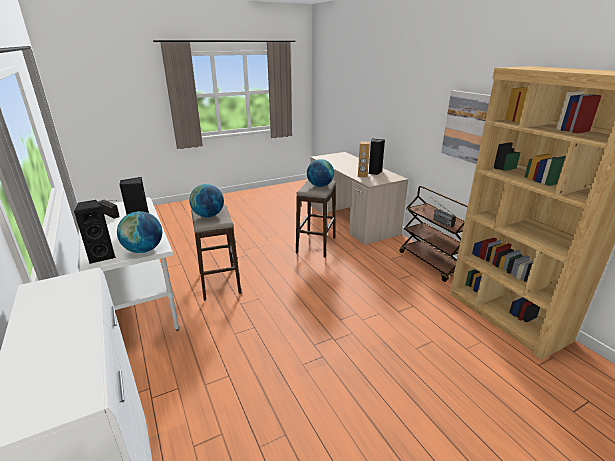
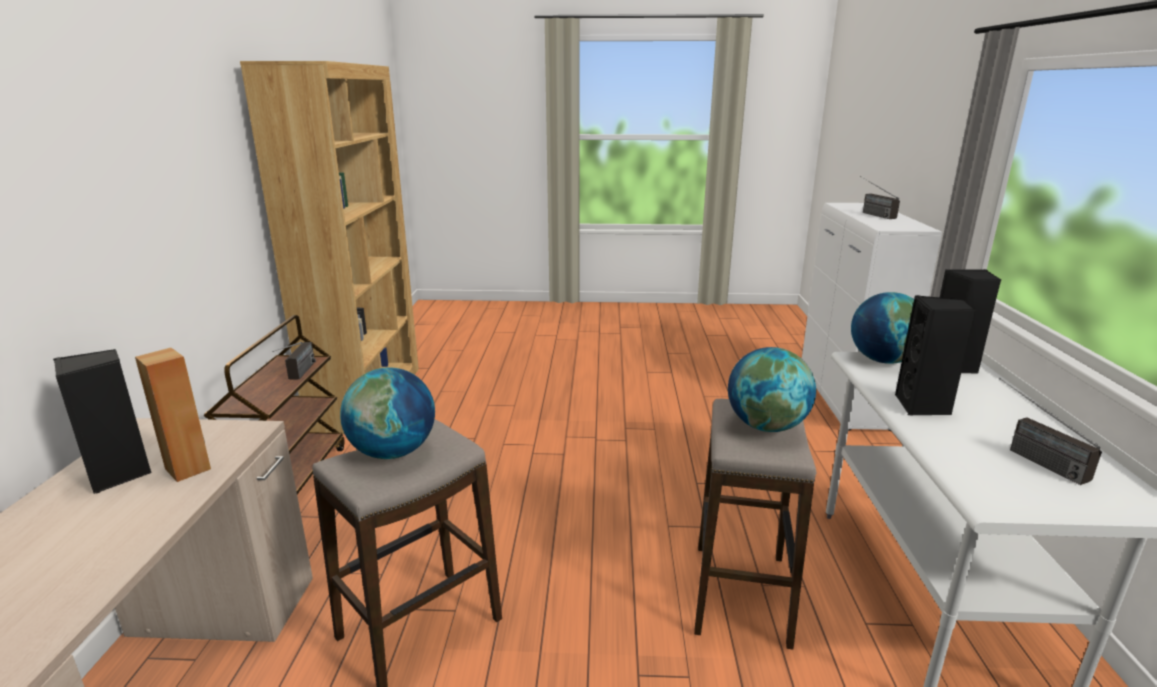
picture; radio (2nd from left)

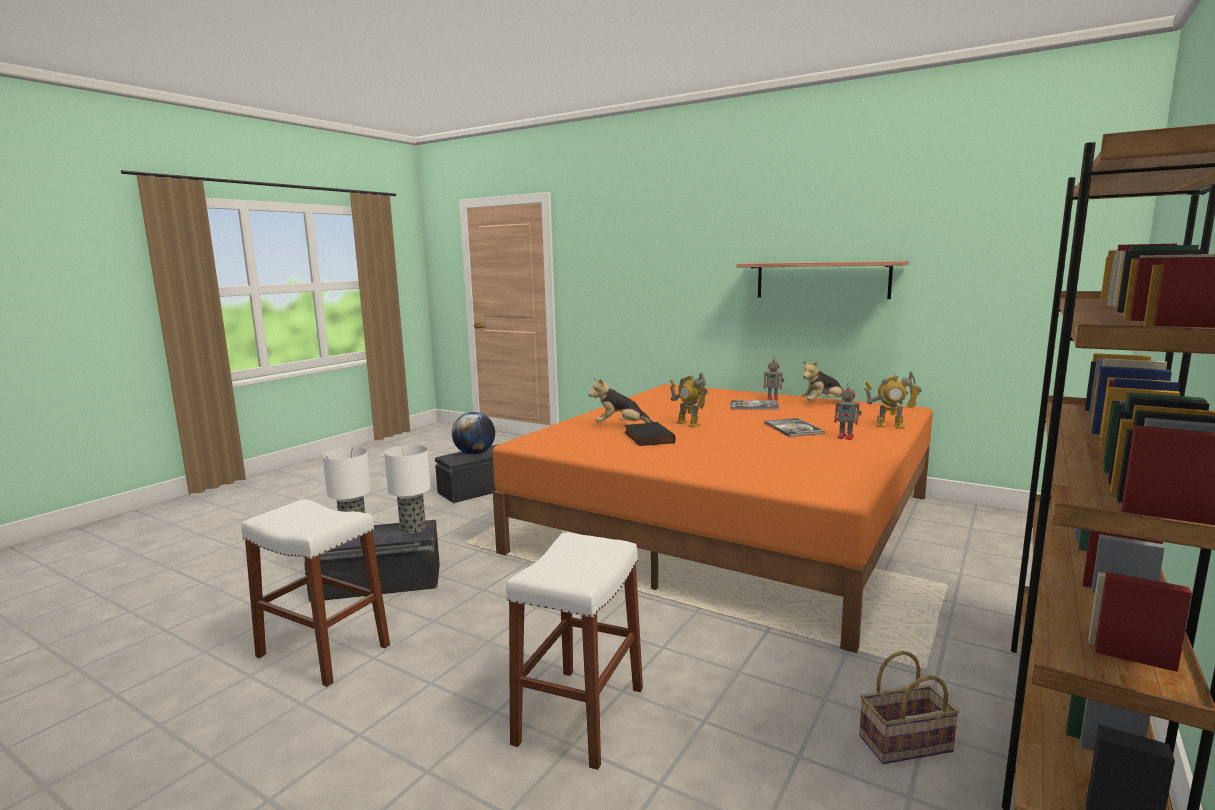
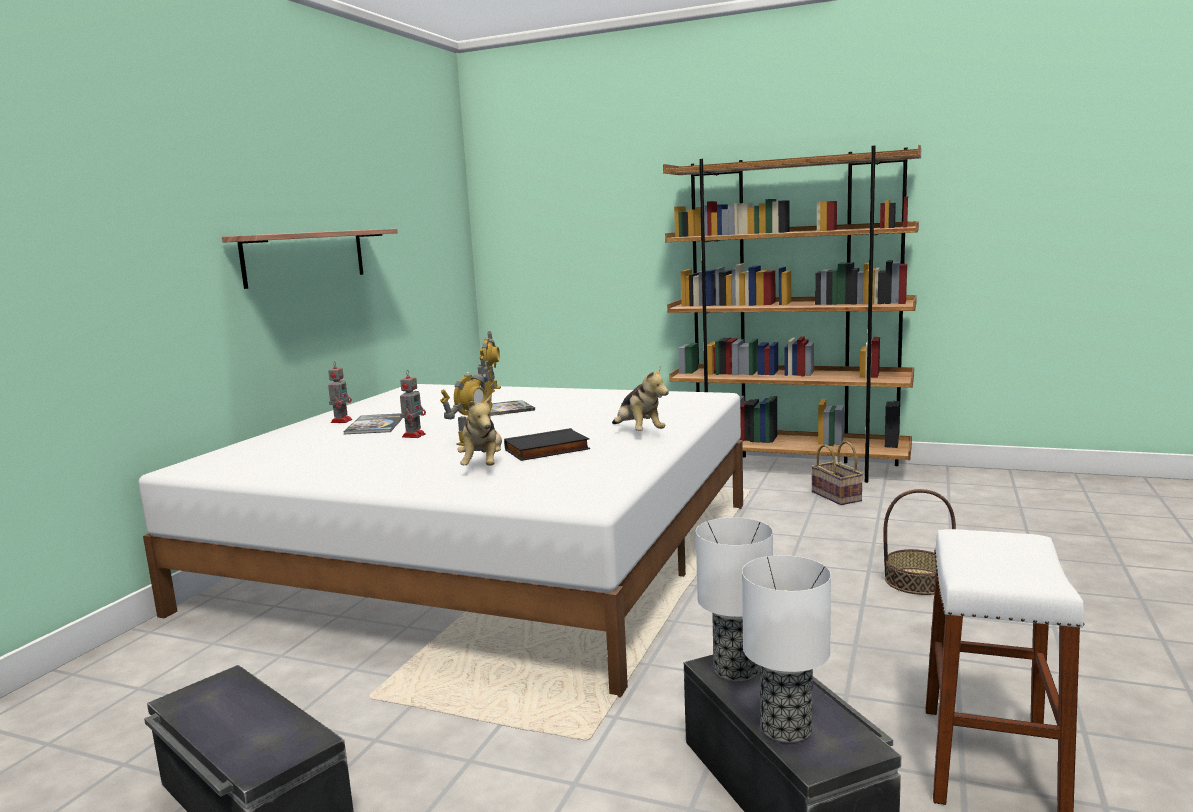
plush toy (2nd from left); toy robot (2nd from left); white sleeping bed; globe; basket (2nd from left)

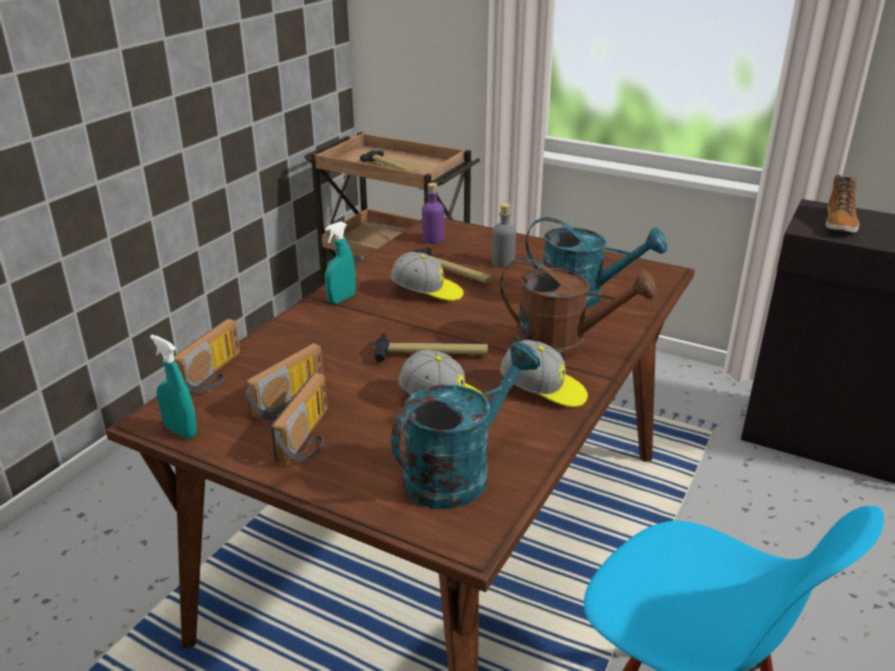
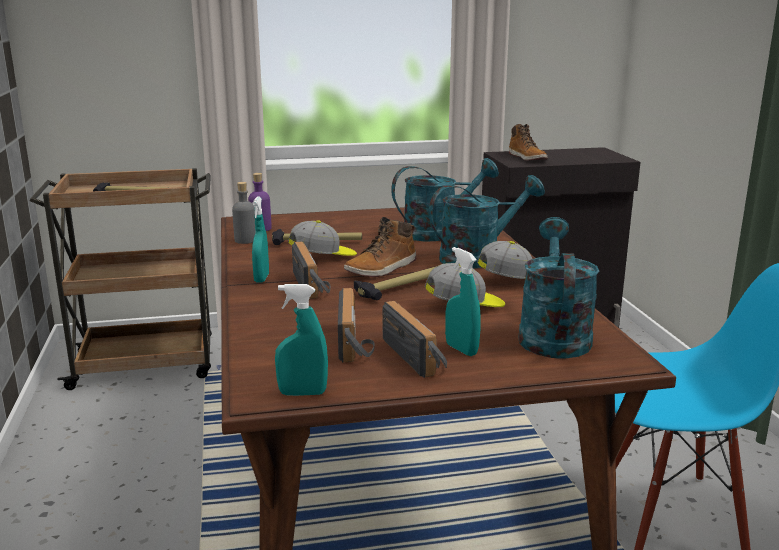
greyish bottle; turquoise-coloured watering can (2nd from left); radio (1st from left); boot (1st from left); turquoise-coloured hand sprayer (3rd from left)

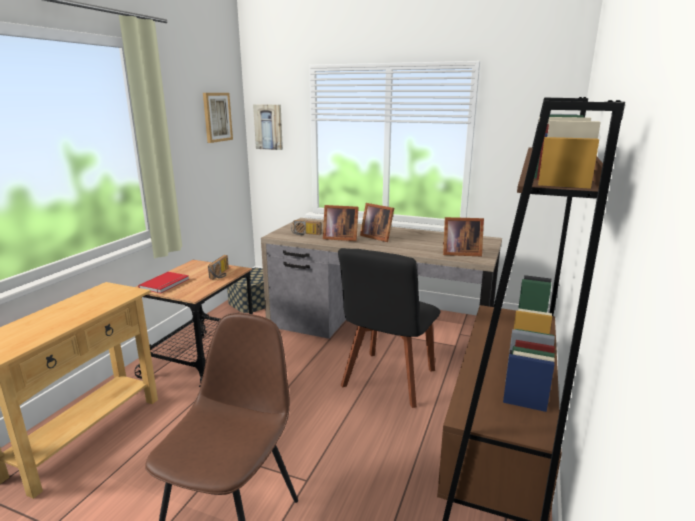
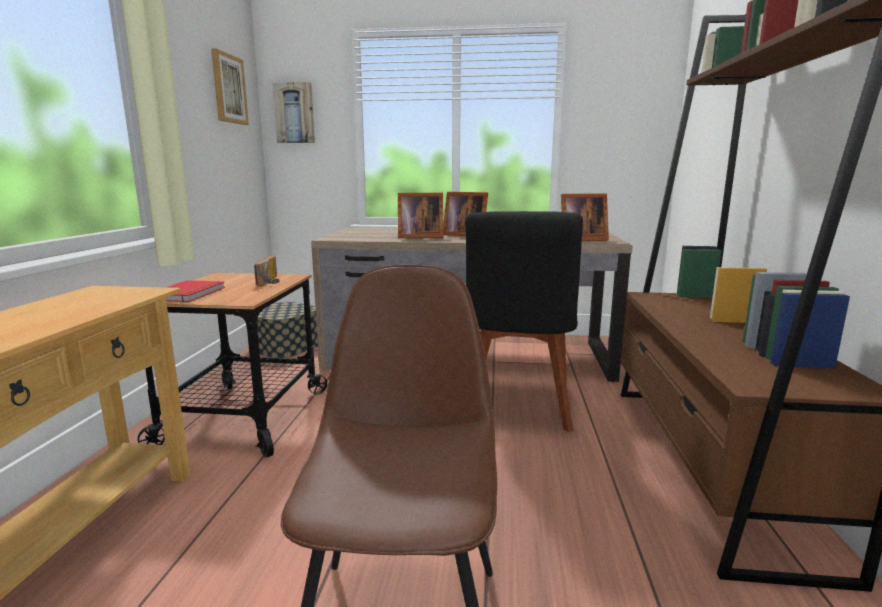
radio (2nd from left in the first image)

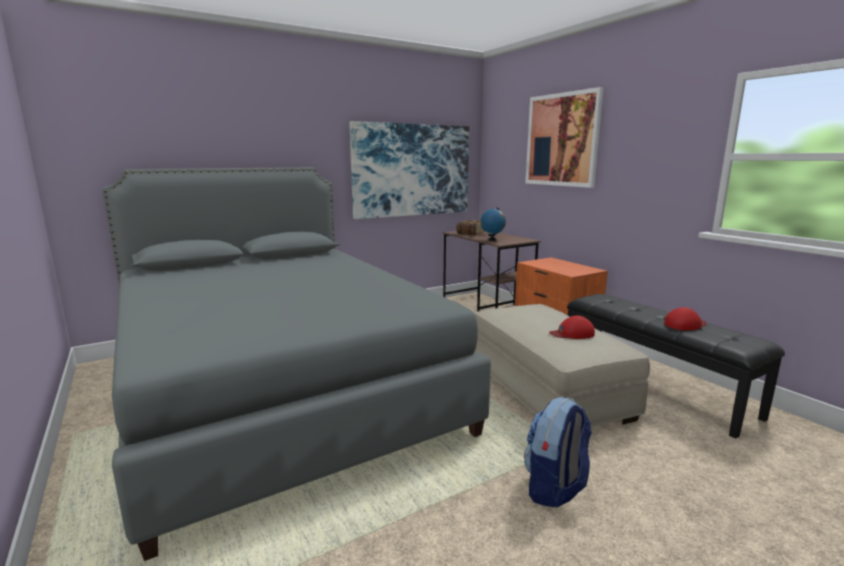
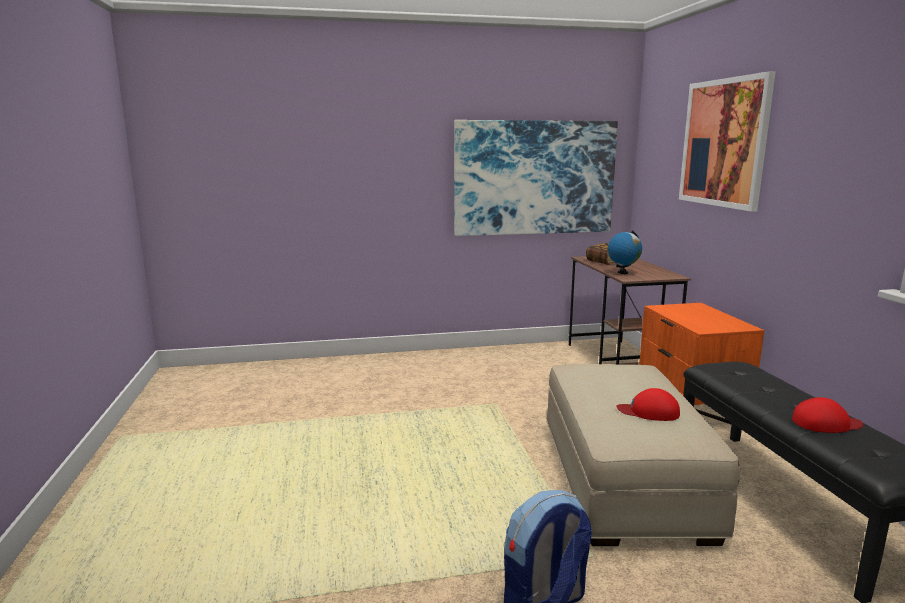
greyish sleeping bed

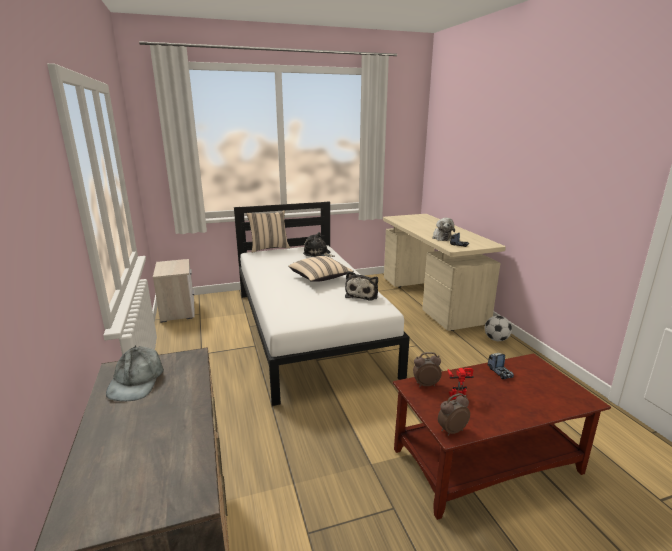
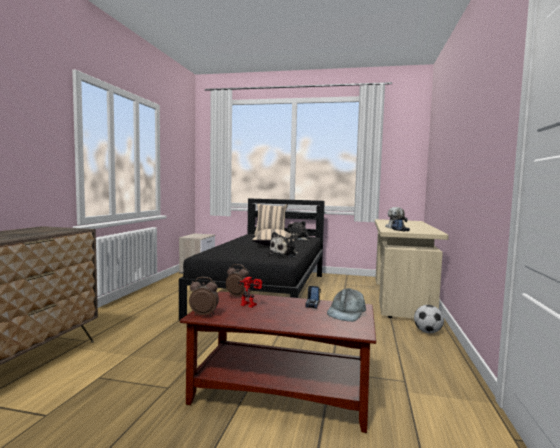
black sleeping bed; greyish baseball cap

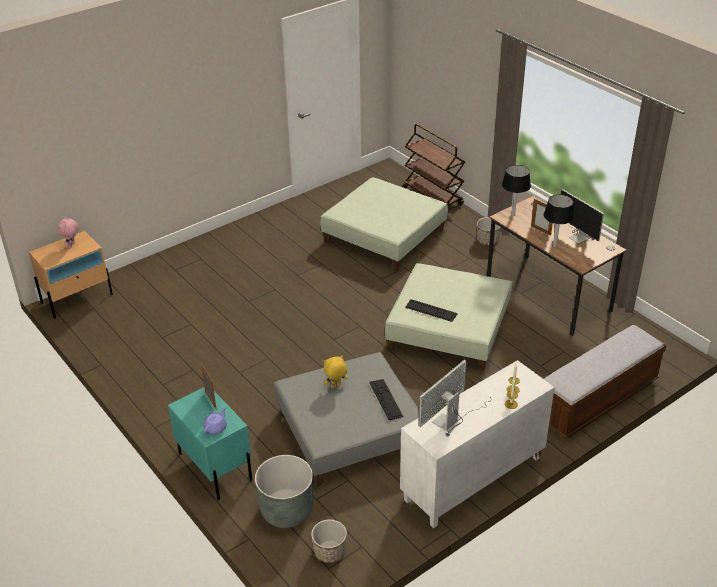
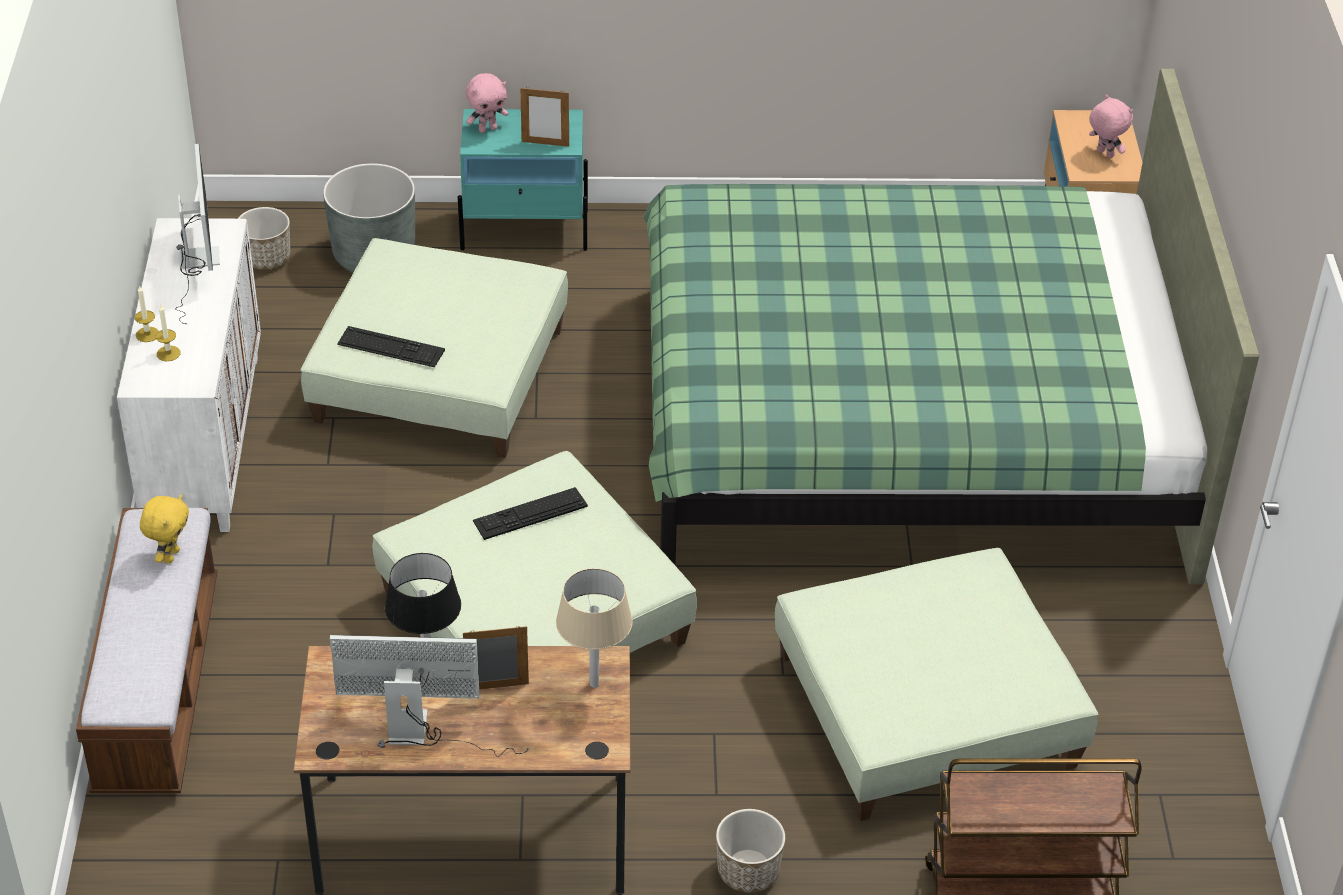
beige-coloured lamp for a table; green footrest (1st from left); yellowish plush toy; pink-coloured plush toy (1st from left); green sleeping bed

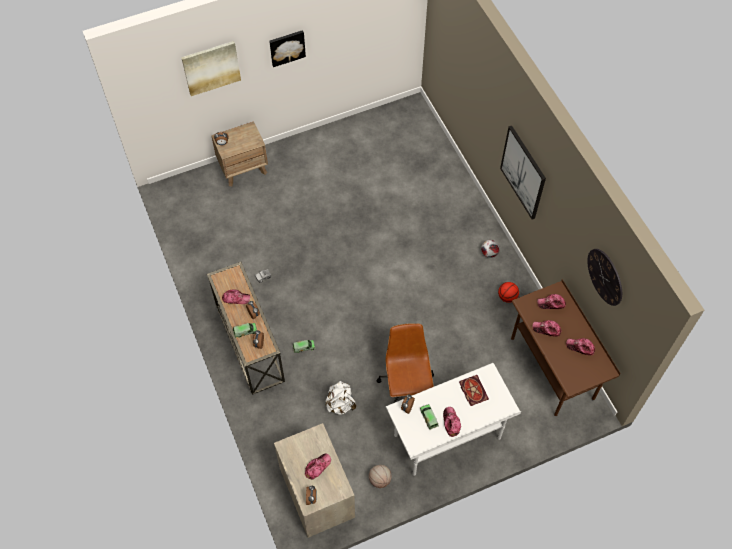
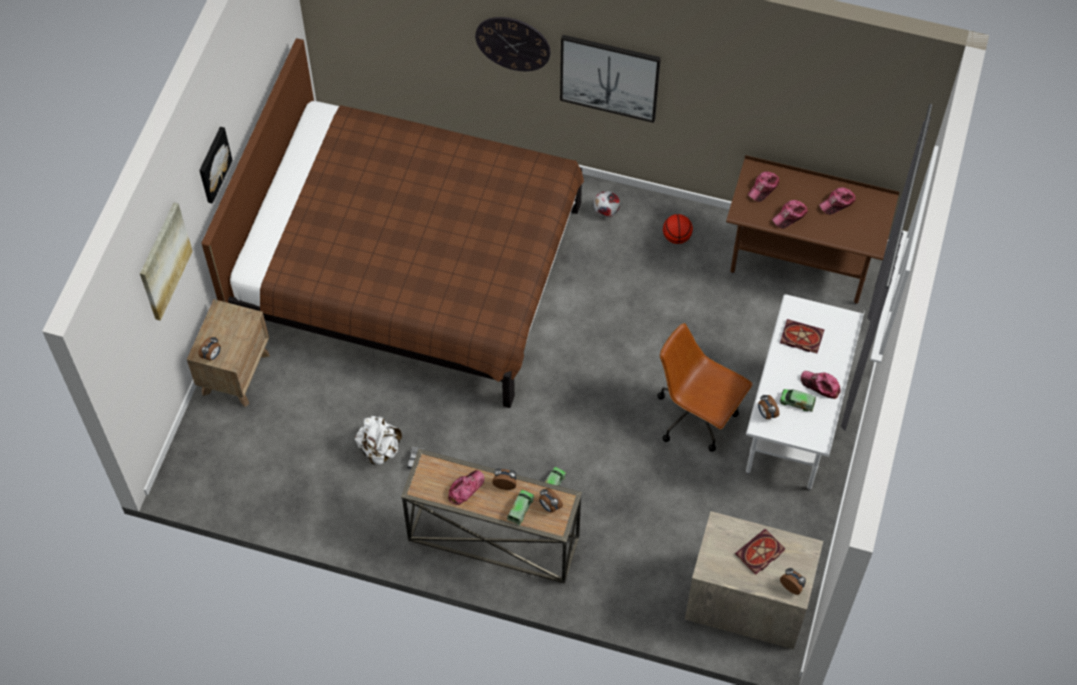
clock on the wall; white backpack; bound book (1st from left); basketball (1st from left in the first image); brown sleeping bed

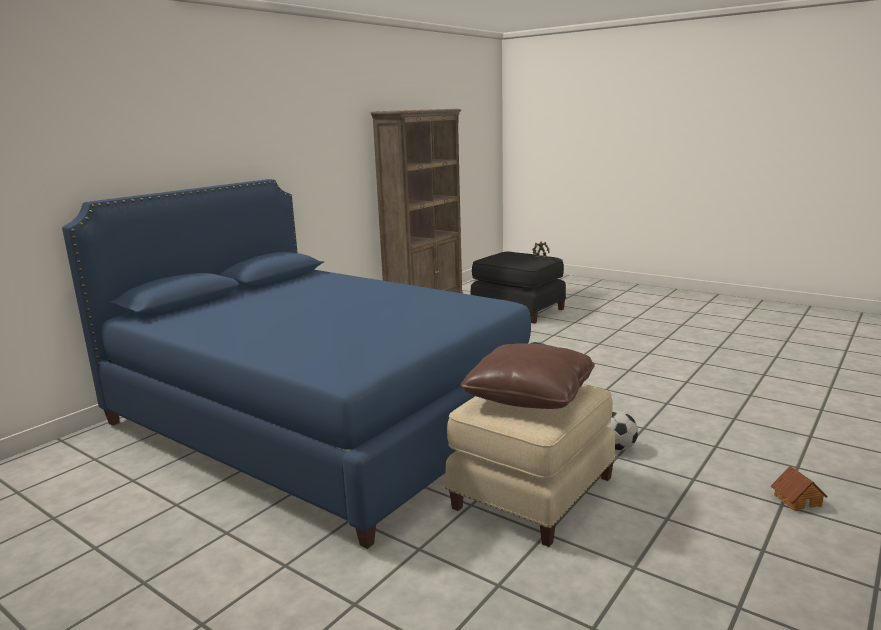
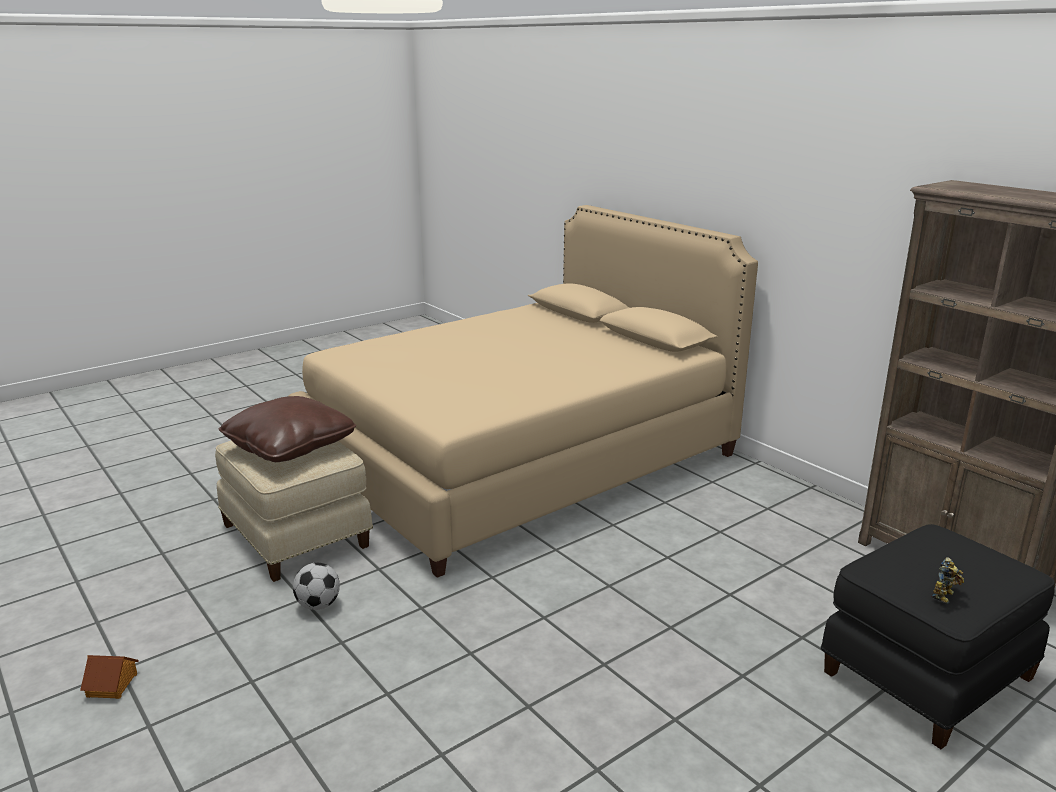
beige-coloured sleeping bed

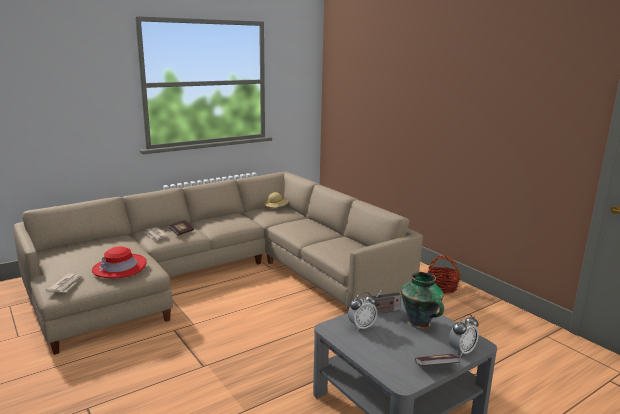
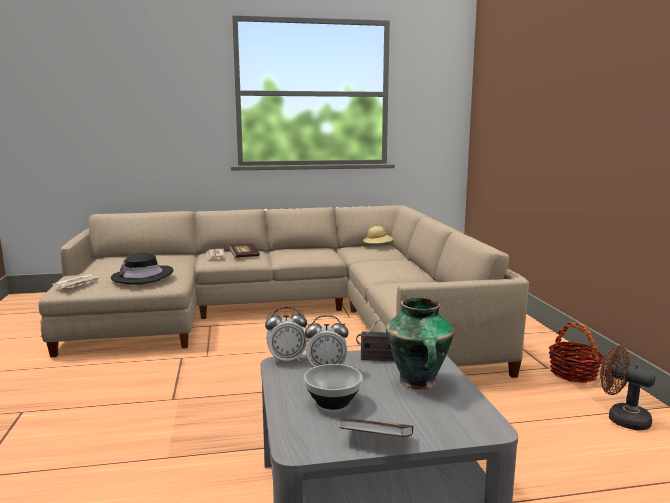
black wearable hat; alarm clock (1st from left); brown fan; deep dish

